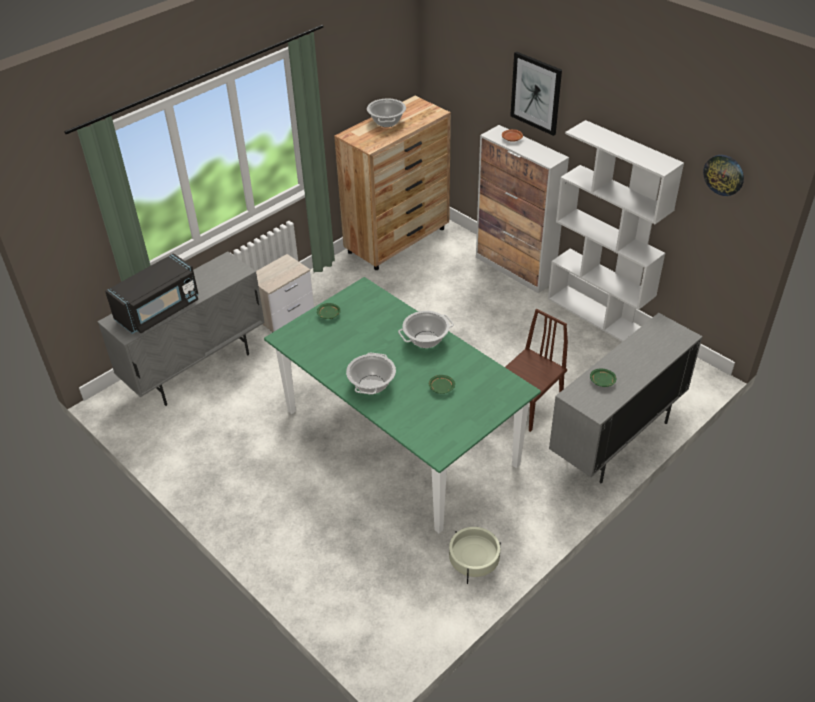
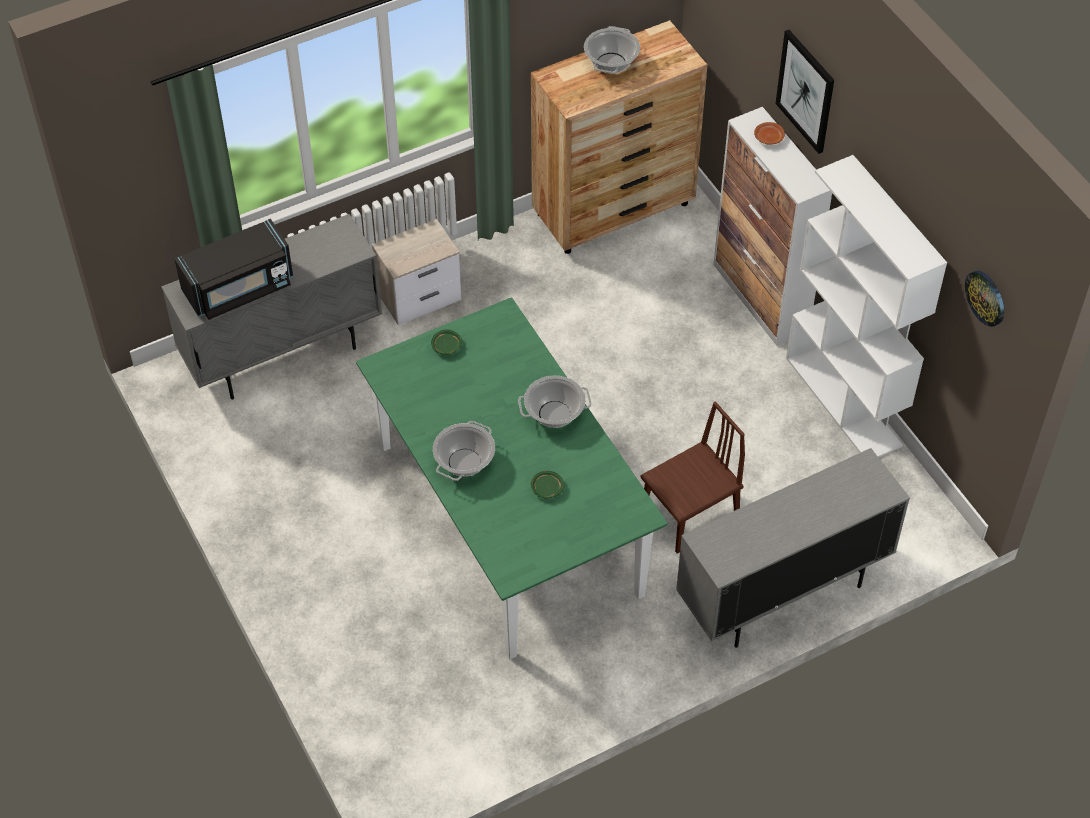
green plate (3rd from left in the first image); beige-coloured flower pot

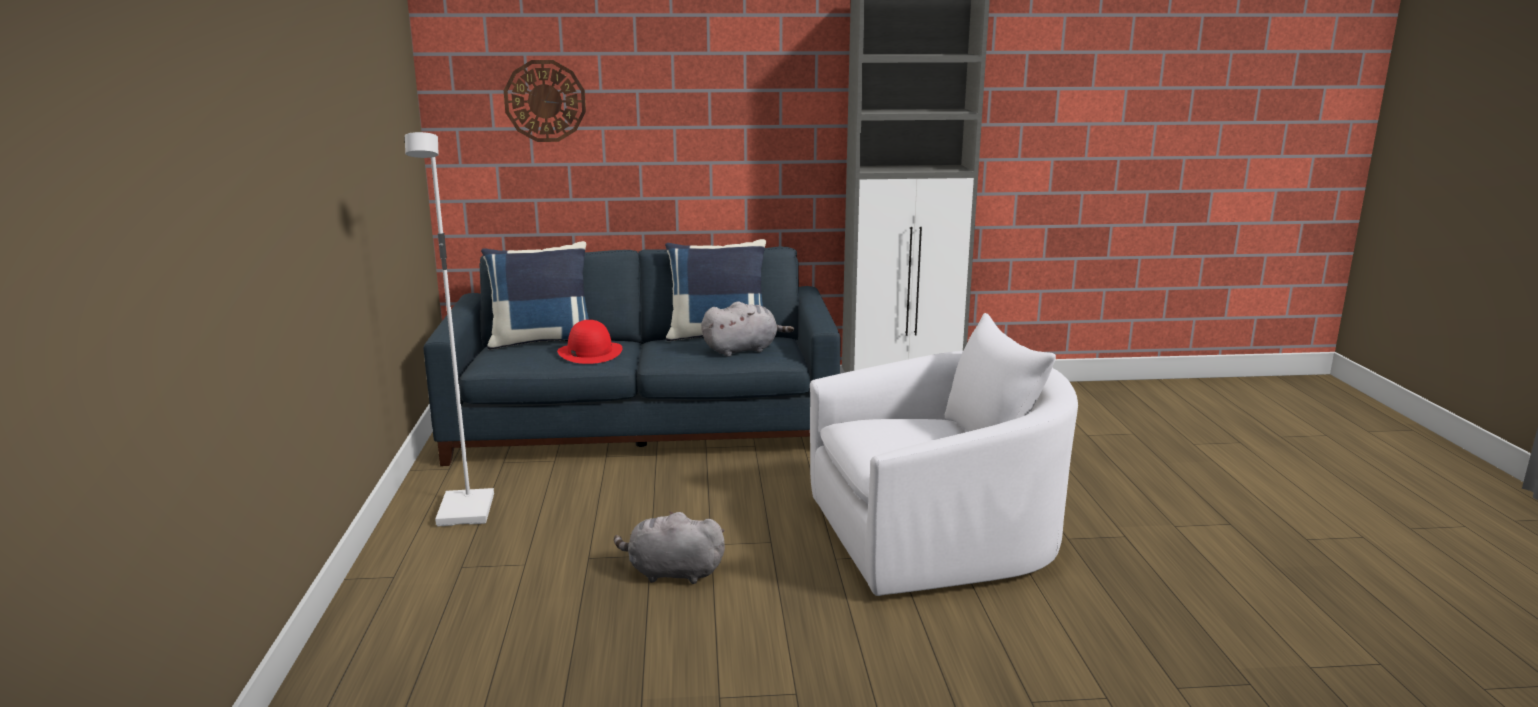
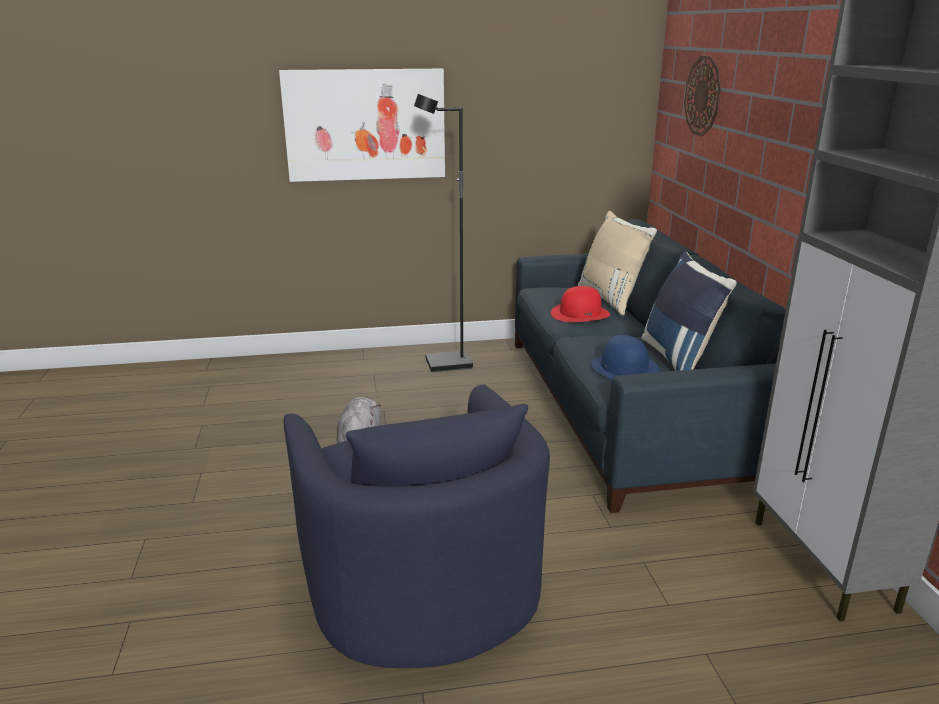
black floor lamp; beige-coloured throw pillow; blue-coloured wearable hat; blue-coloured armchair; picture

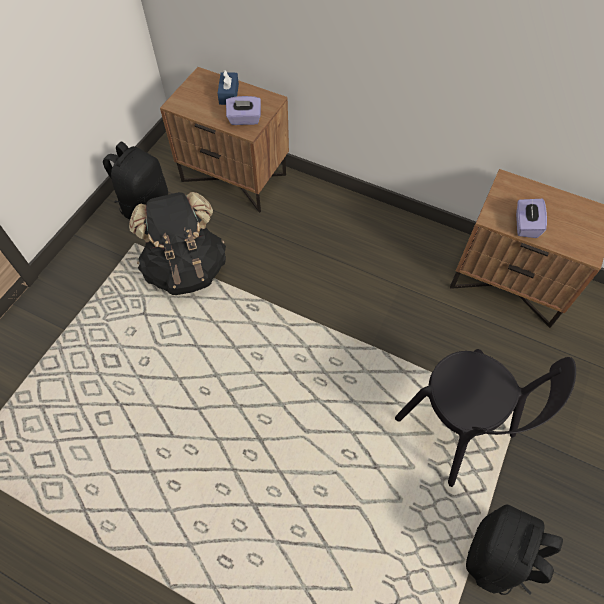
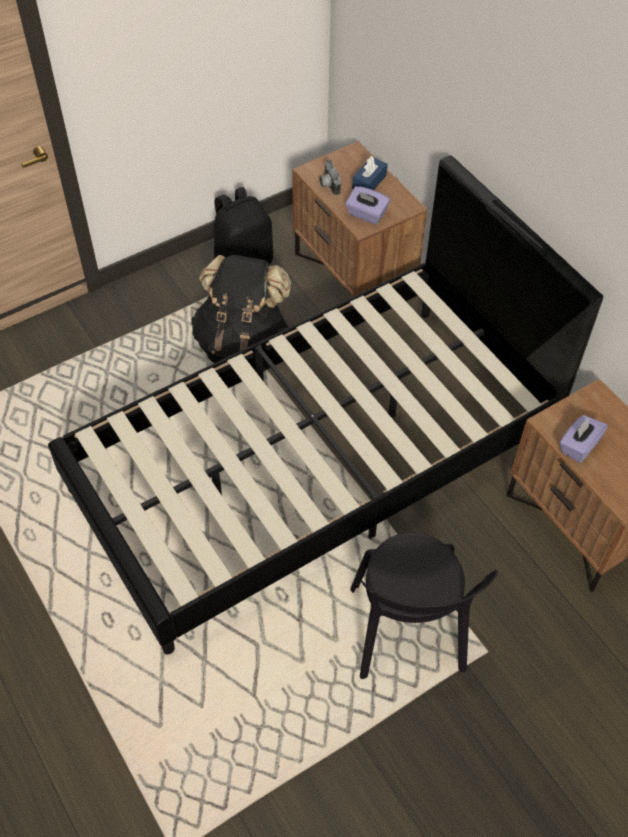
black backpack (3rd from left in the first image); black sleeping bed; photo camera

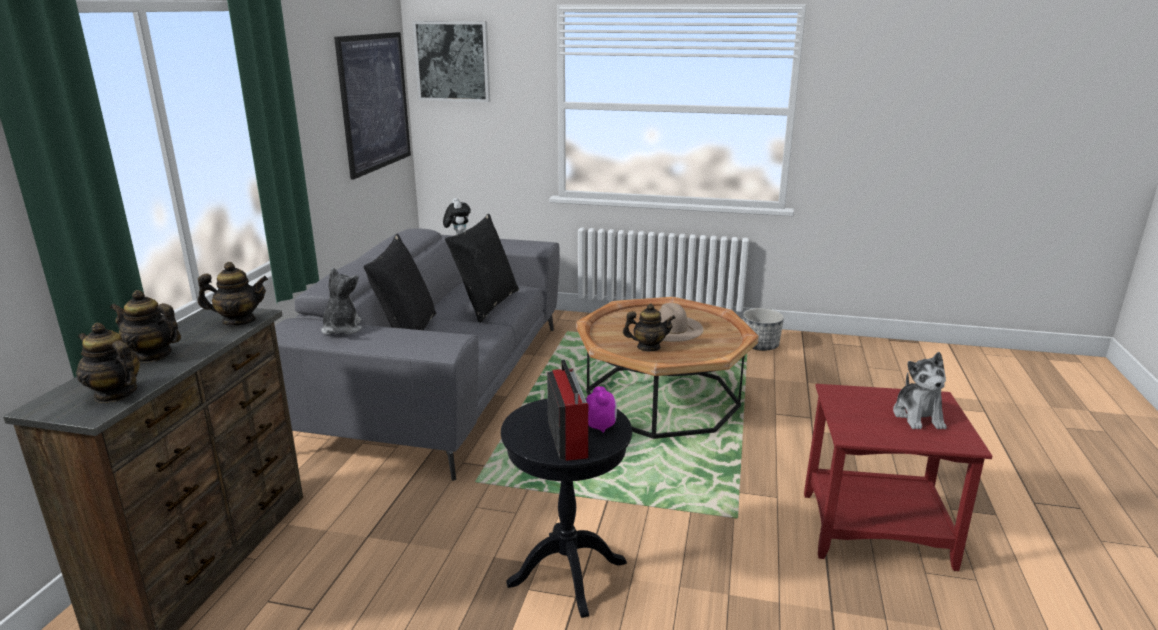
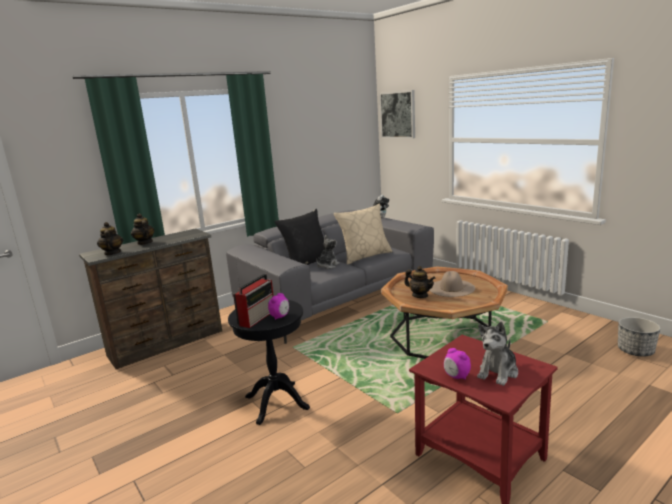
picture (1st from left in the first image); beige-coloured throw pillow; pot for tea (3rd from left in the first image); plush toy (1st from left); flower pot; alarm clock (2nd from left)

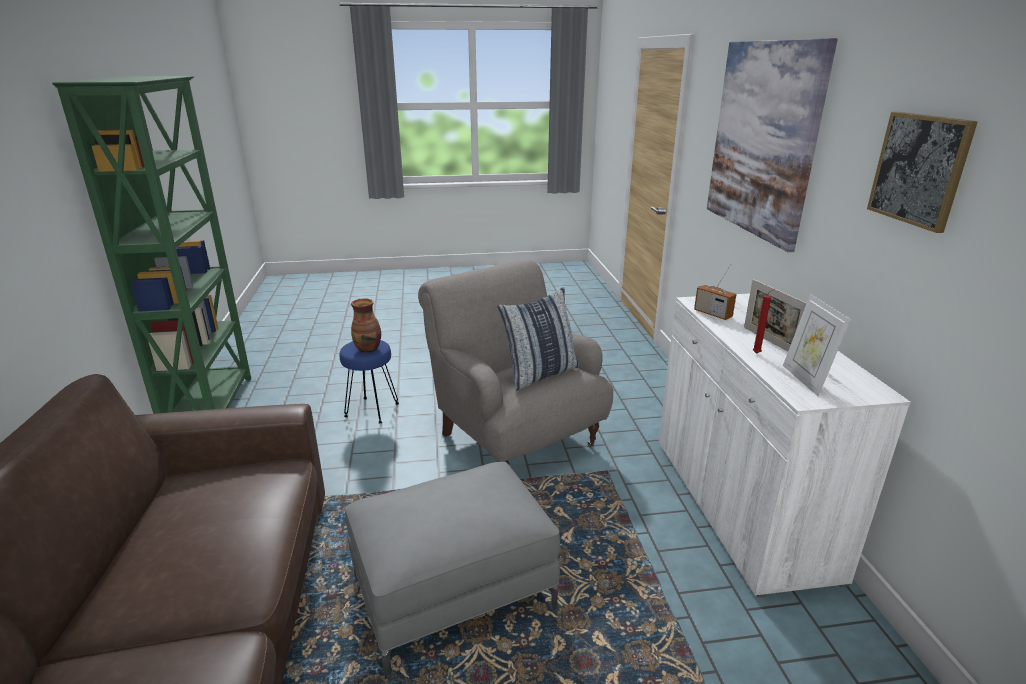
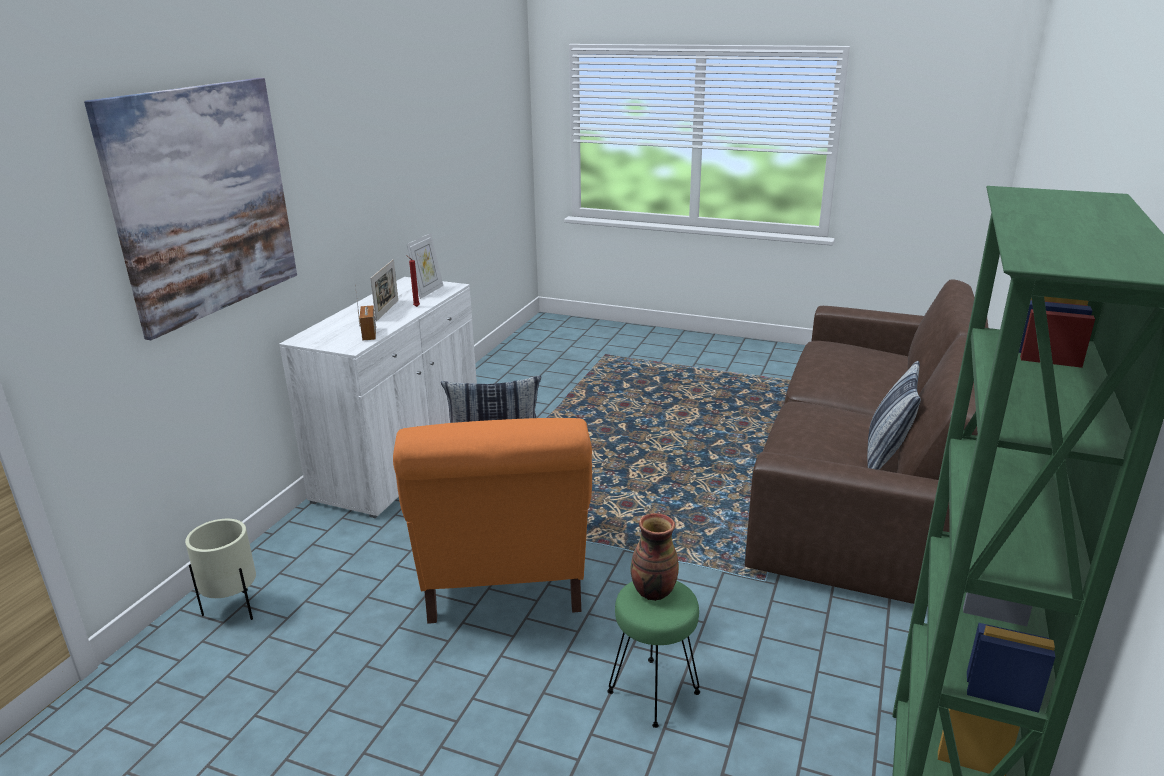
picture (2nd from left in the first image); orange-coloured armchair; green sitting stool; greyish footrest; throw pillow (2nd from left); beige-coloured flower pot

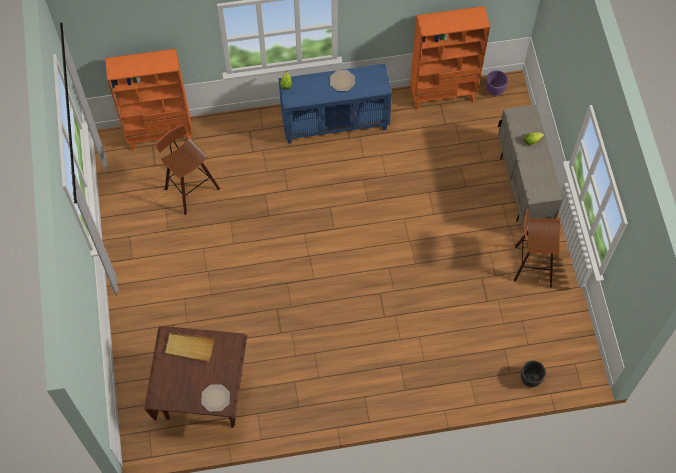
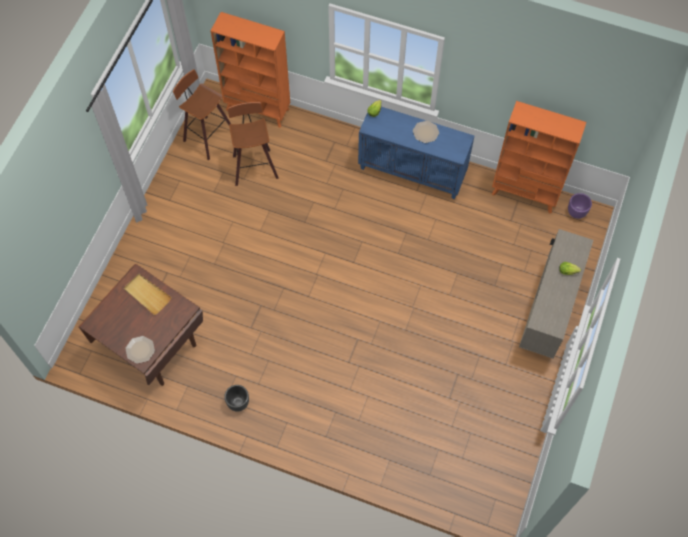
sitting stool (1st from left); black flower pot

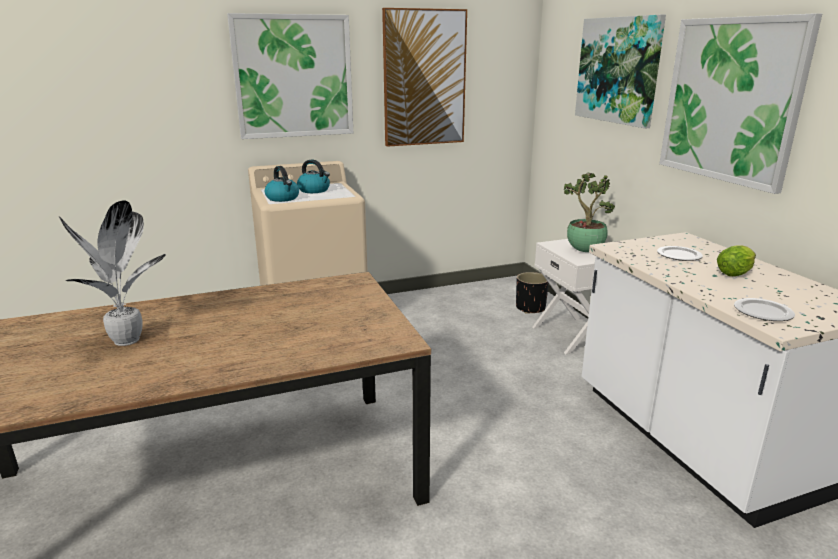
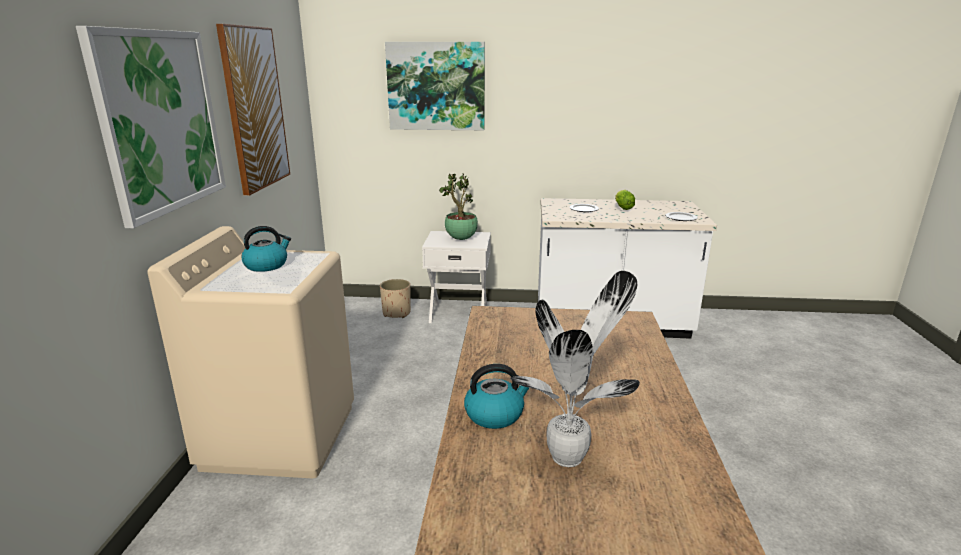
picture (4th from left in the first image); tea kettle (2nd from left); beige-coloured flower pot

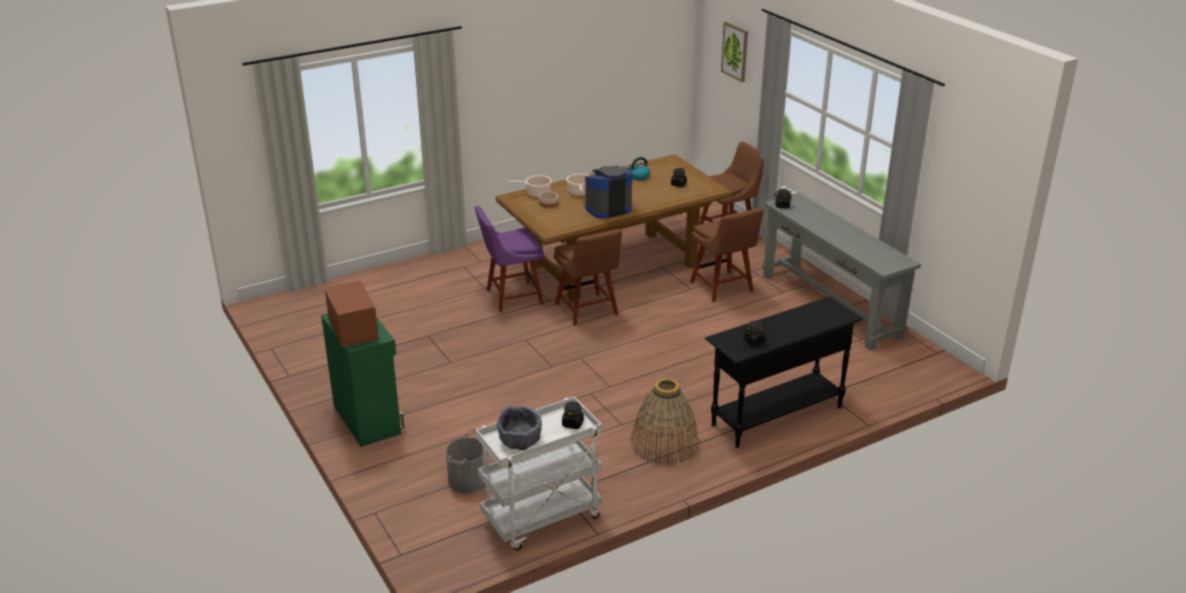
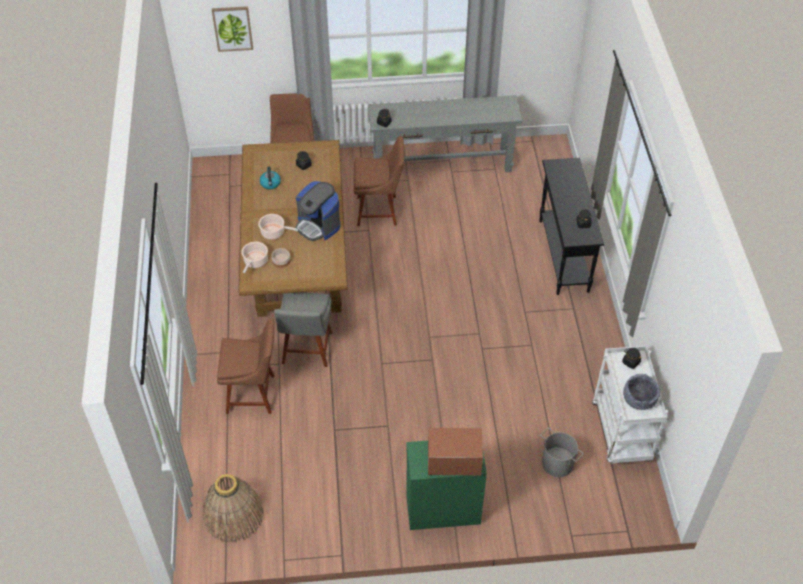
coffee maker; greyish upright chair; brown upright chair (1st from left); basket

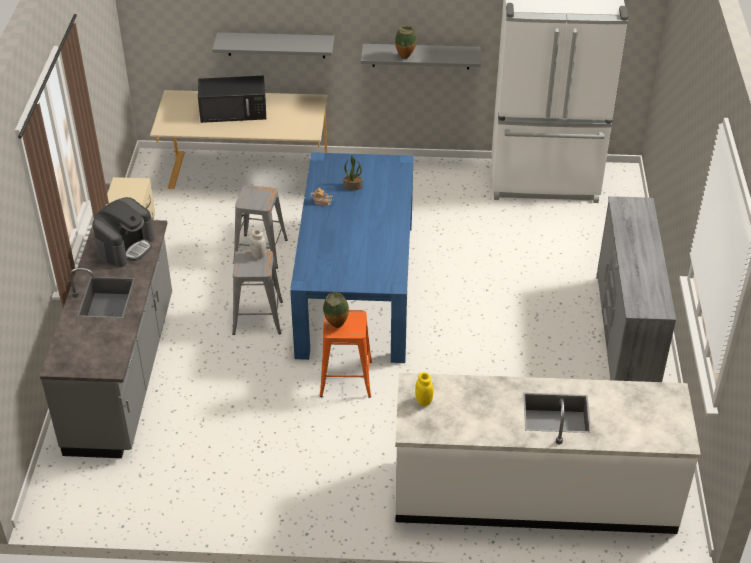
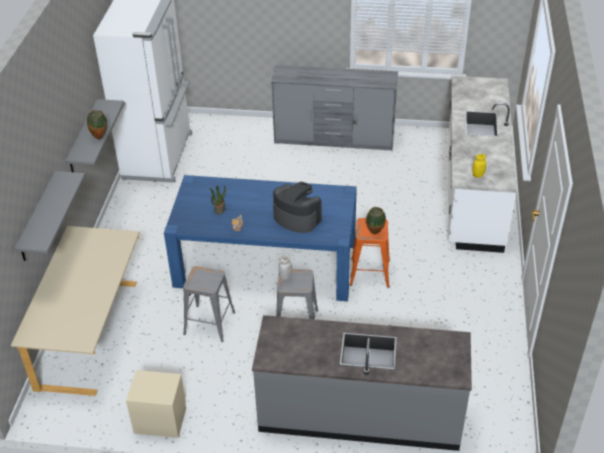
black microwave oven; coffee maker

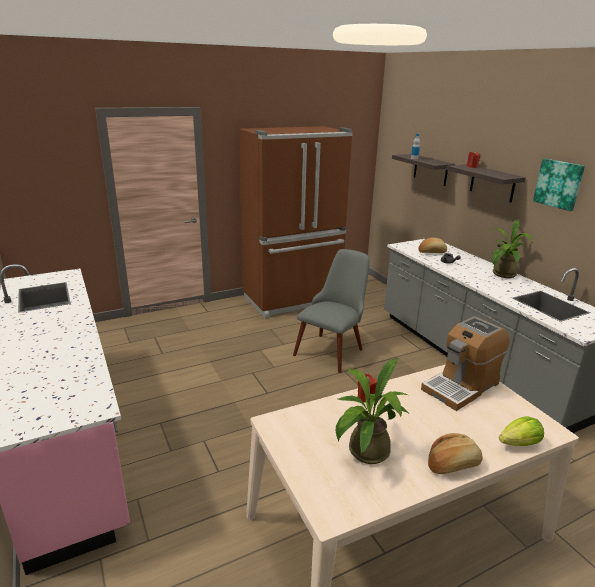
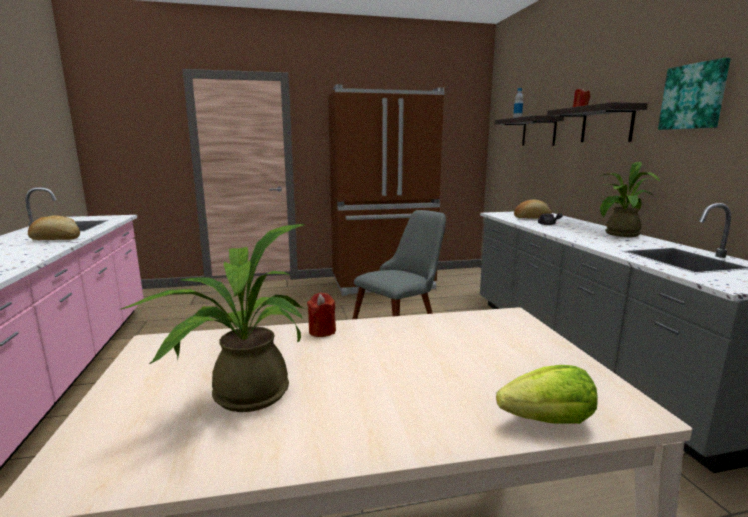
coffee maker; bread (1st from left)

